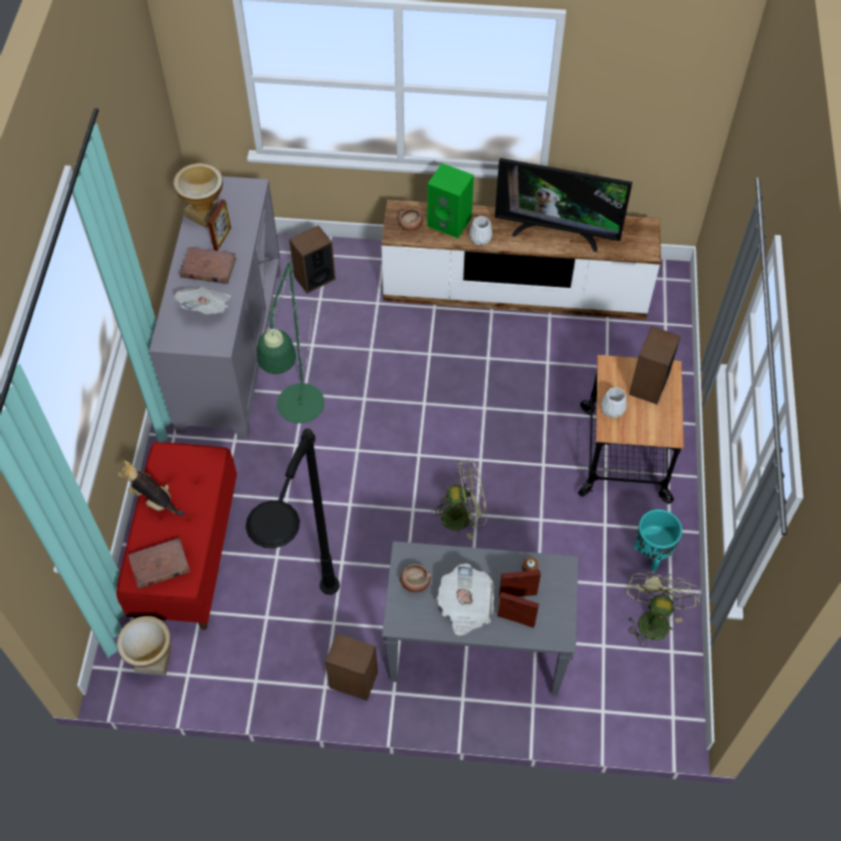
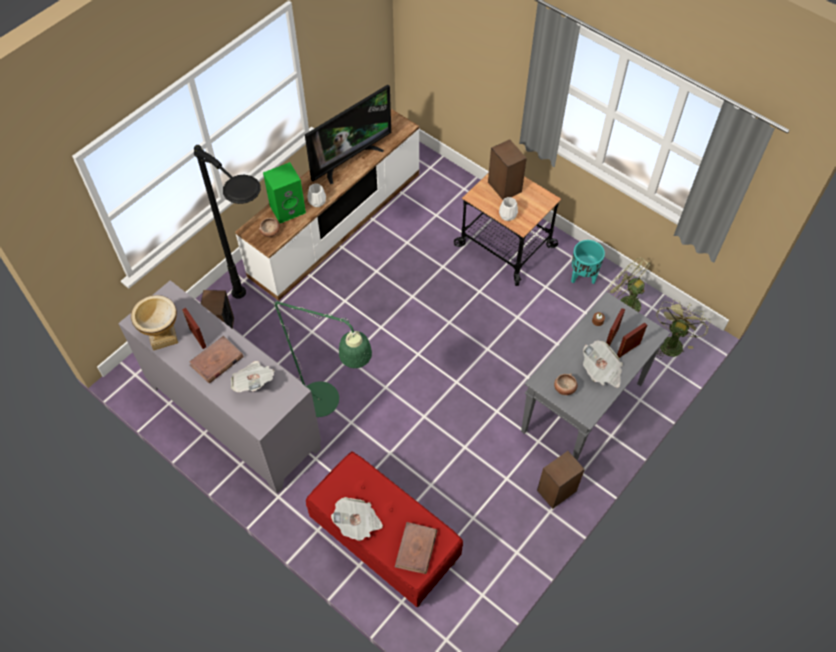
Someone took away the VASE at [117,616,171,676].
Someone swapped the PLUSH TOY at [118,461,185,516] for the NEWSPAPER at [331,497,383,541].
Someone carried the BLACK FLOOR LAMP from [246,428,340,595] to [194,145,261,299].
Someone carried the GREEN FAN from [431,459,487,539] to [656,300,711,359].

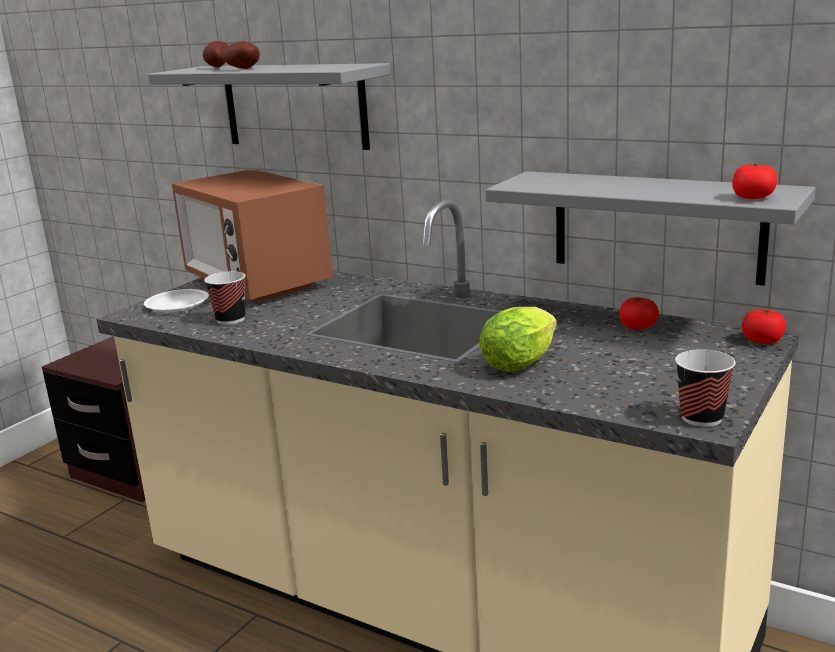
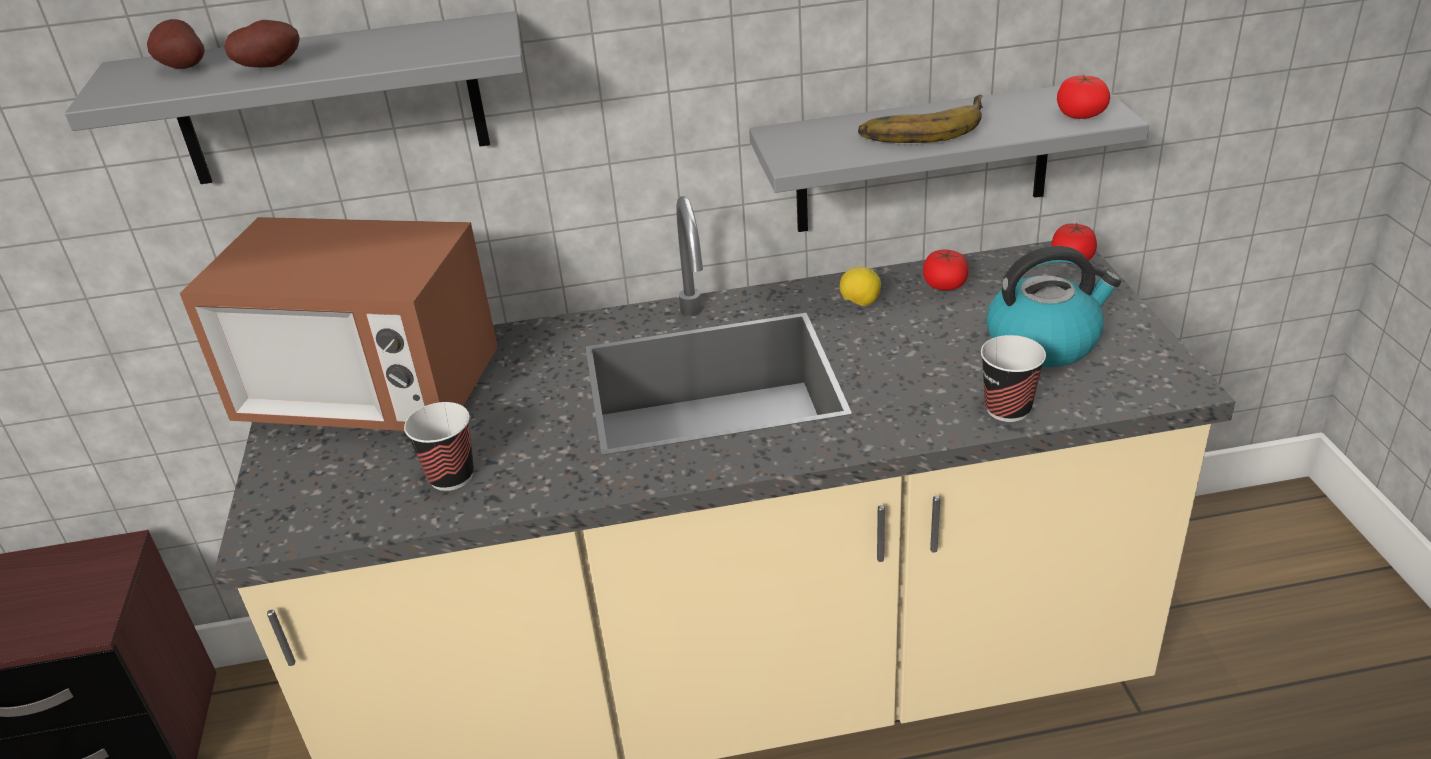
Someone took away the WHITE PLATE at [144,289,209,313].
Someone took away the LETTUCE at [479,307,557,371].
Someone carried the CUP from [675,349,736,427] to [981,335,1046,422].
Someone put down the LEMON at [840,267,881,306].
Someone put down the BANANA at [858,95,983,143].
Someone put down the KETTLE at [986,246,1121,367].

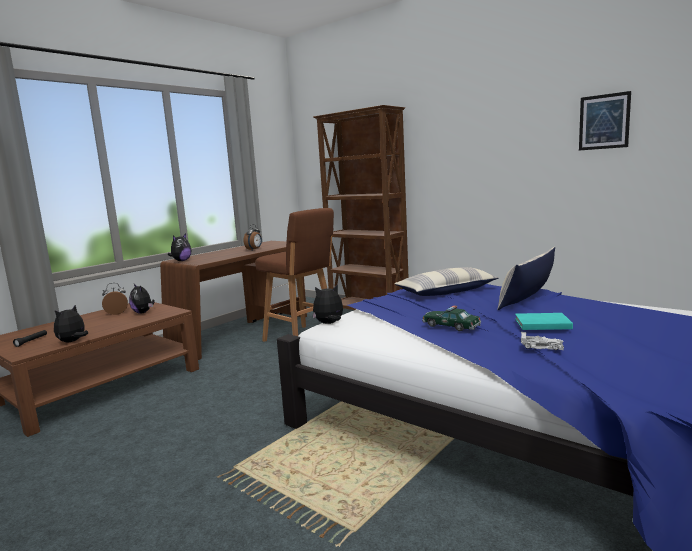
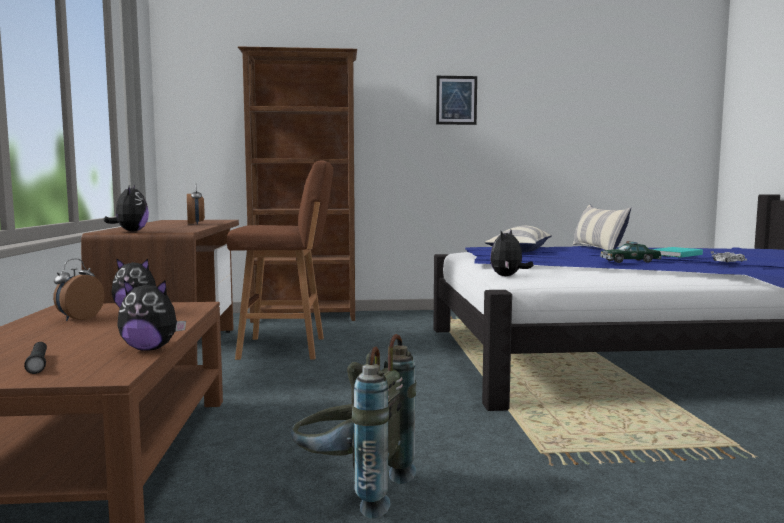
Someone rotated the PLUSH TOY at [54,305,88,343] by 75 degrees counterclockwise.
Someone carried the PICTURE from [579,91,631,150] to [436,76,477,125].
Someone put down the GREY BACKPACK at [291,334,417,519].

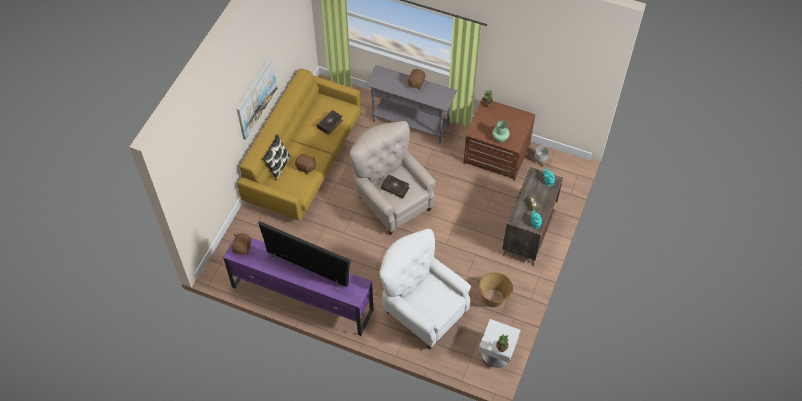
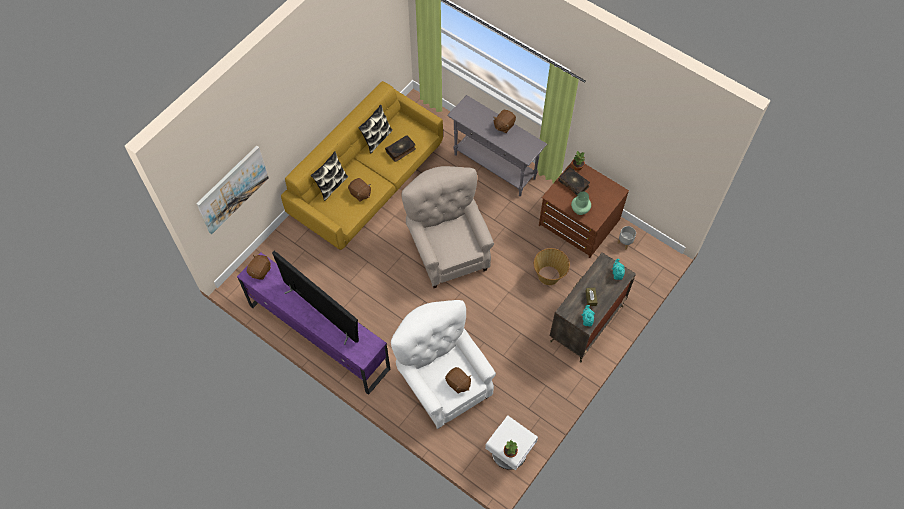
Someone carried the PICTURE from [237,57,277,140] to [196,146,269,234].
Someone carried the BOOK from [381,174,409,199] to [558,167,590,195].
Someone carried the BASKET from [479,272,513,307] to [534,248,570,285].
Someone put down the PILLOW at [358,105,393,154].
Someone put down the BROWN PLUSH TOY at [445,367,471,394].

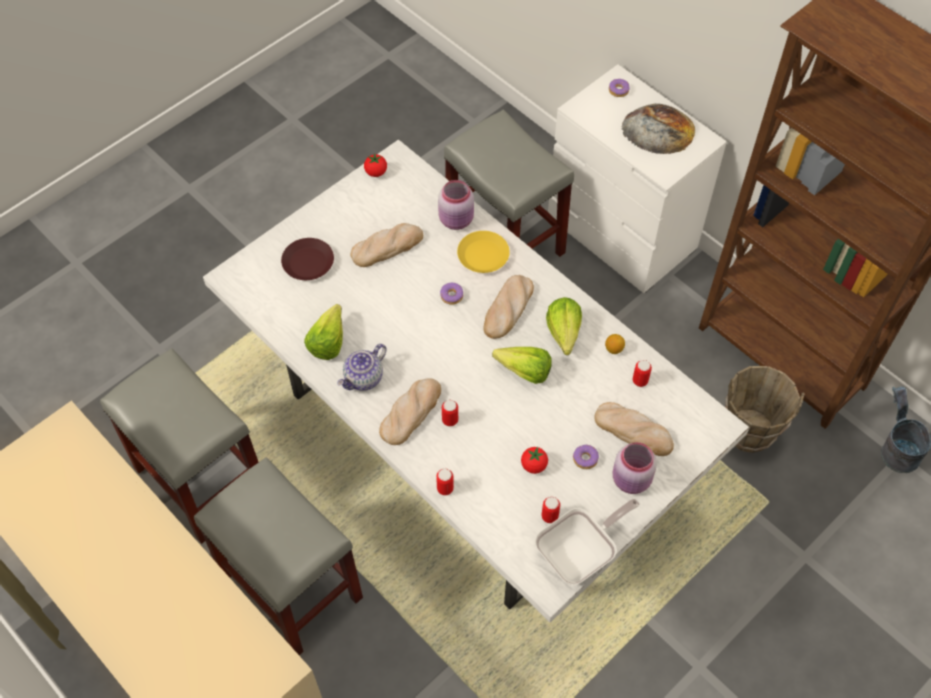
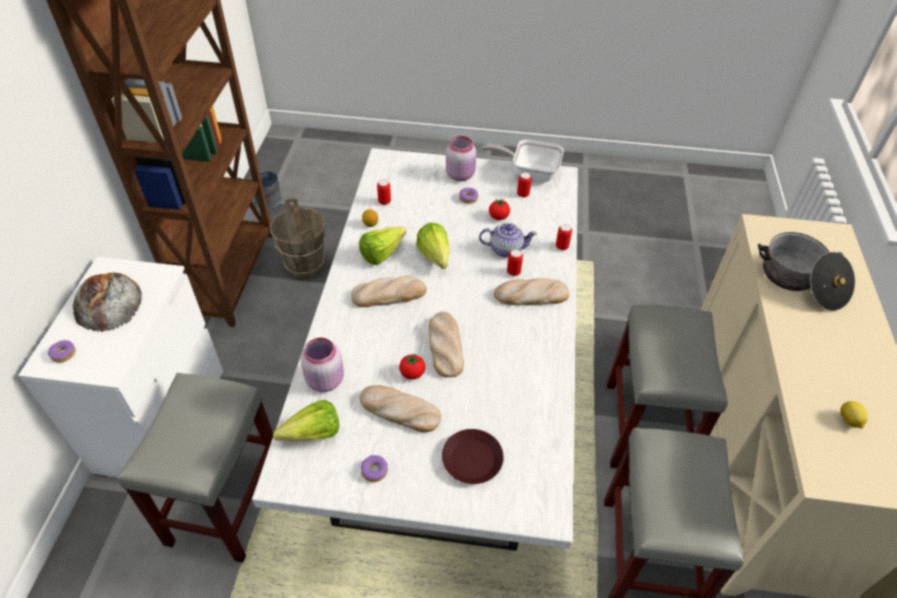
Someone carried the LETTUCE from [304,304,343,360] to [273,400,339,442].
Someone carried the TEAPOT from [337,344,387,391] to [479,223,537,258].
Someone carried the TOMATO from [364,153,387,177] to [399,353,425,380].
Someone carried the DONUT from [440,283,463,305] to [361,455,388,482].
Someone took away the YELLOW PLATE at [457,231,510,273].
Someone carried the BREAD from [594,402,674,456] to [429,312,464,377].
Someone put down the COOKING POT at [758,232,855,311].
Someone put down the LEMON at [840,401,868,429].

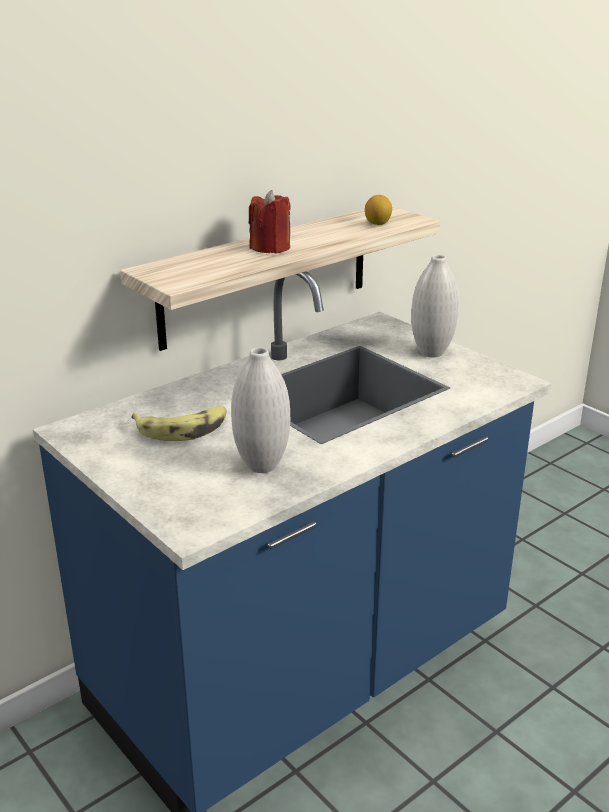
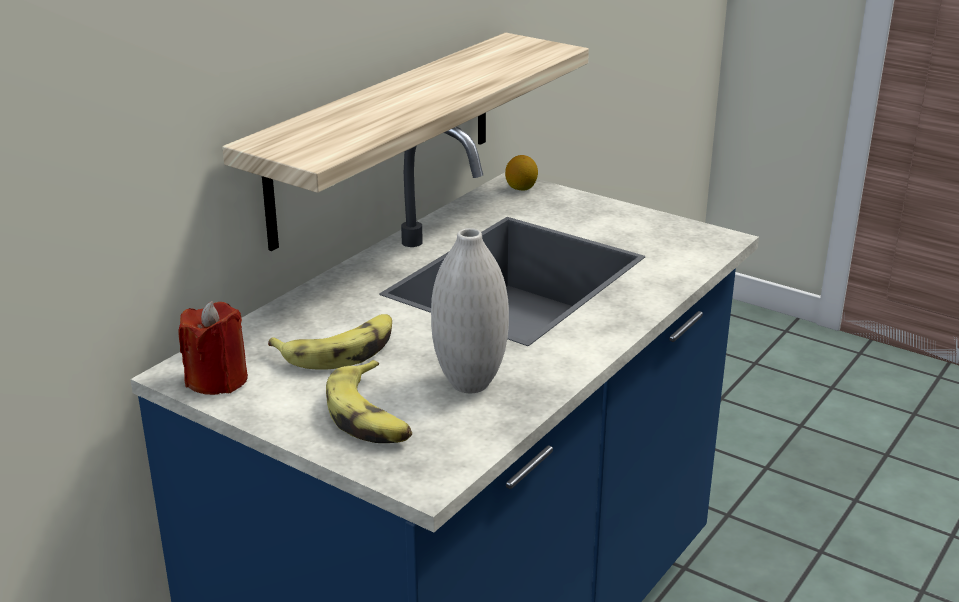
Someone carried the RED CANDLE from [249,190,291,254] to [178,301,248,395].
Someone carried the LEMON from [365,195,392,225] to [505,155,538,191].
Someone took away the WHITE VASE at [411,255,459,358].
Someone put down the BANANA at [326,360,412,443].

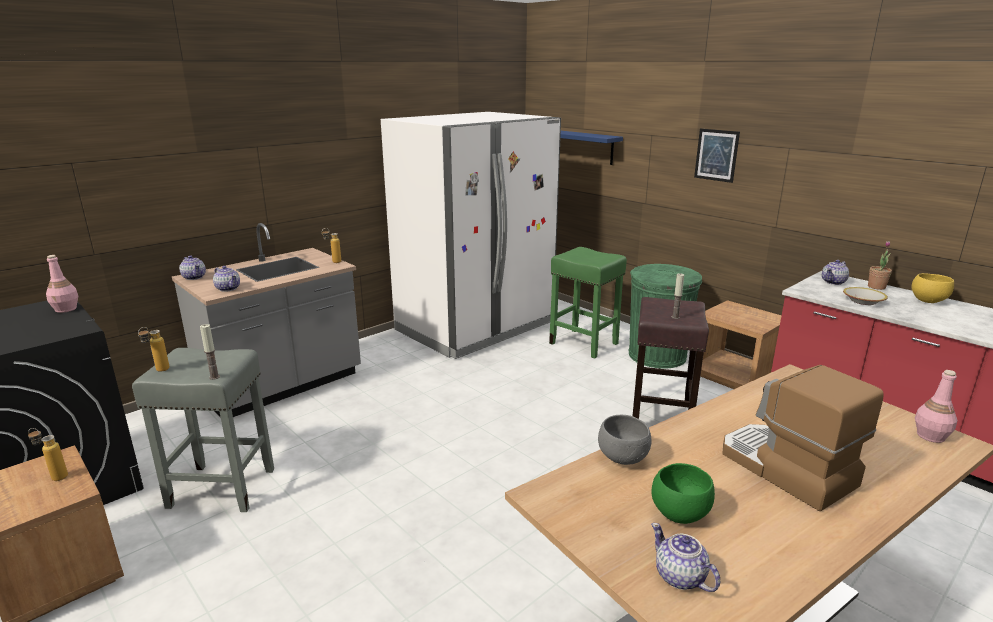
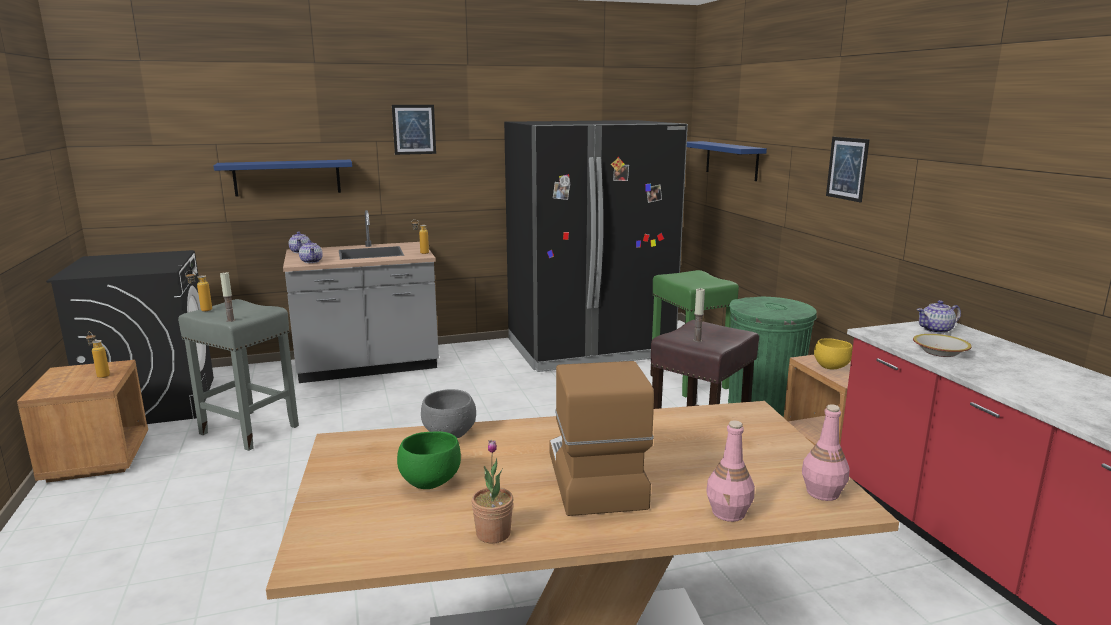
Someone carried the PINK BOTTLE from [46,255,78,313] to [706,420,755,522].
Someone repainted the WHITE FRIDGE at [381,112,561,359], which became the BLACK FRIDGE at [504,120,688,372].
Someone took away the TEAPOT at [651,523,720,592].
Someone carried the POTTED PLANT from [868,241,892,290] to [471,440,513,543].
Someone carried the YELLOW BOWL from [912,273,954,303] to [814,338,853,369].
Someone put up the BLUE SHELF at [214,160,352,197].
Someone put up the PICTURE at [392,105,436,155].

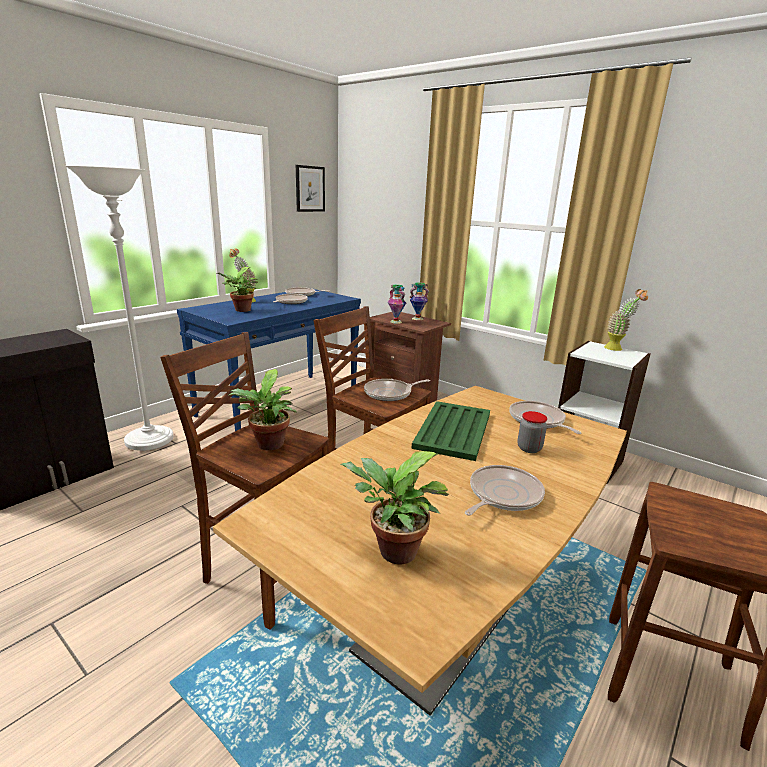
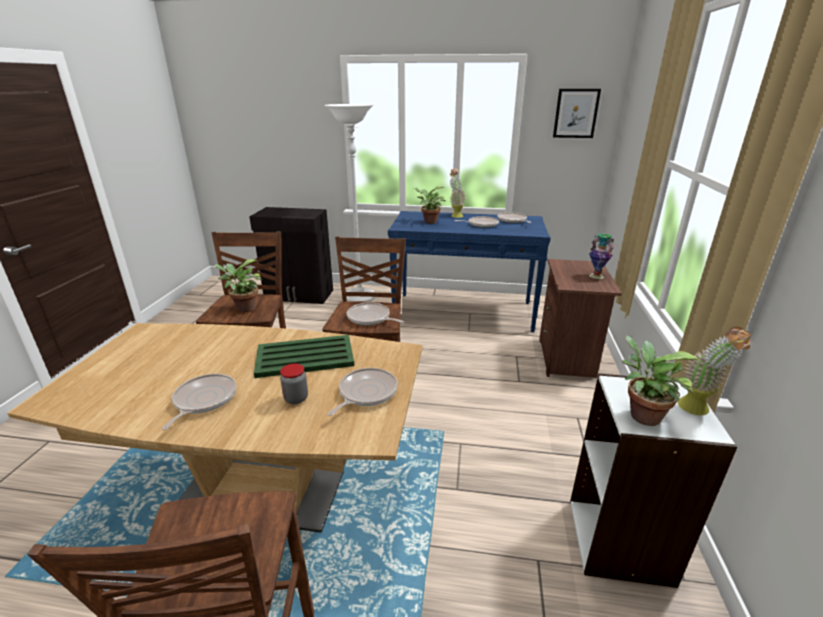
Someone carried the POTTED PLANT from [340,451,449,565] to [622,335,700,426].
Someone took away the VASE at [388,284,406,324].
Someone rotated the FRYING PAN at [465,465,545,516] by 90 degrees counterclockwise.

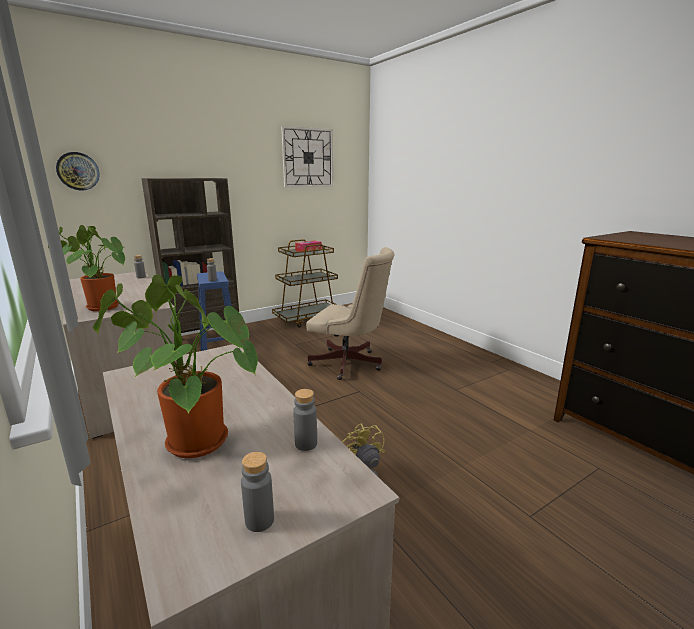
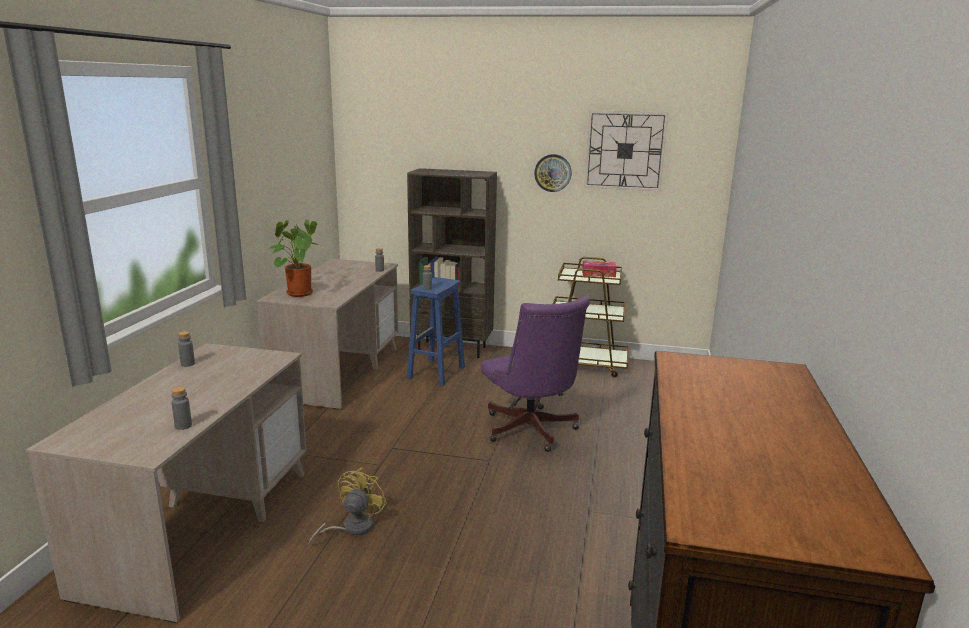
Someone carried the WALL CLOCK from [56,152,100,190] to [534,154,572,192].
Someone took away the POTTED PLANT at [93,274,258,458].
Someone carried the GREY BOTTLE from [241,452,274,532] to [178,331,195,367].
Someone repainted the BEIGE OFFICE CHAIR at [306,247,395,380], which became the PURPLE OFFICE CHAIR at [481,296,590,452].

